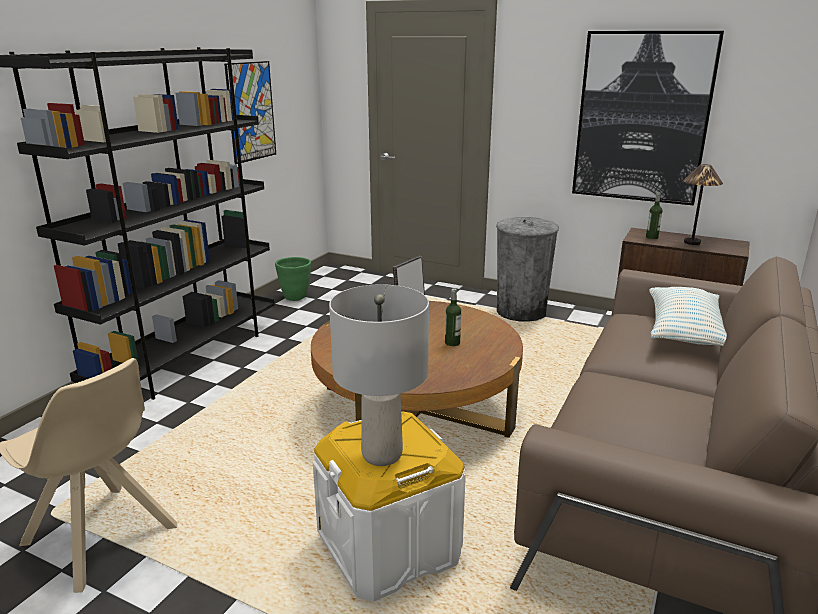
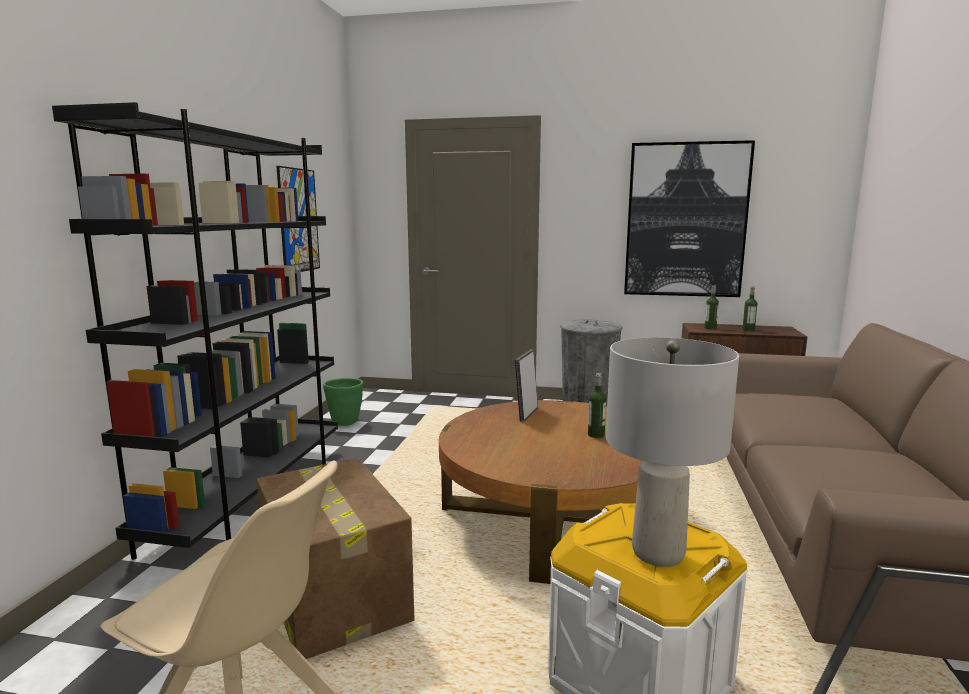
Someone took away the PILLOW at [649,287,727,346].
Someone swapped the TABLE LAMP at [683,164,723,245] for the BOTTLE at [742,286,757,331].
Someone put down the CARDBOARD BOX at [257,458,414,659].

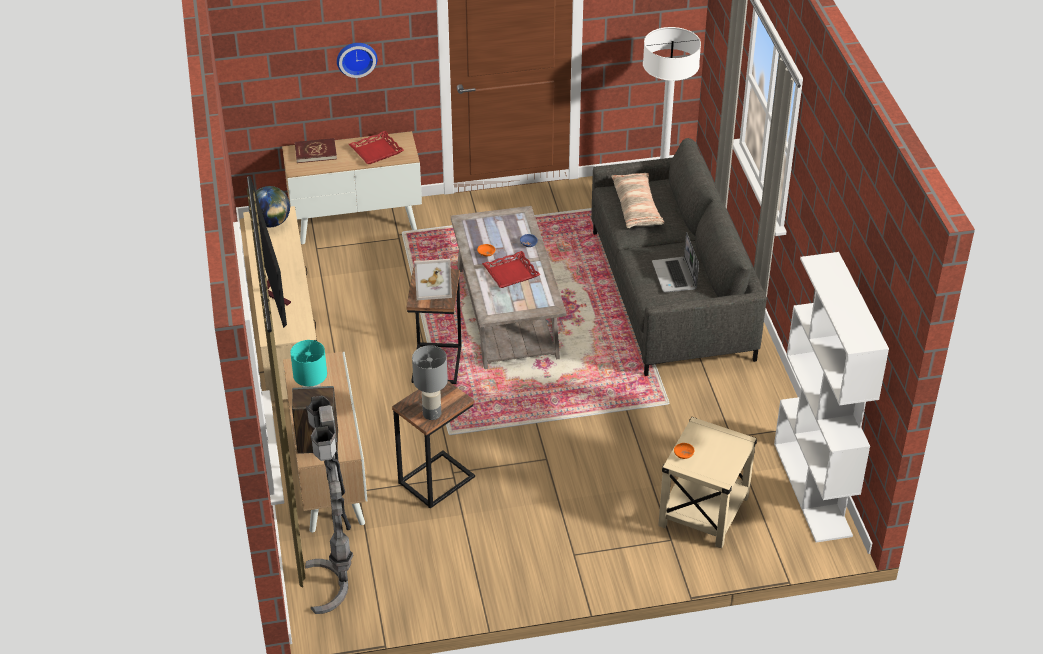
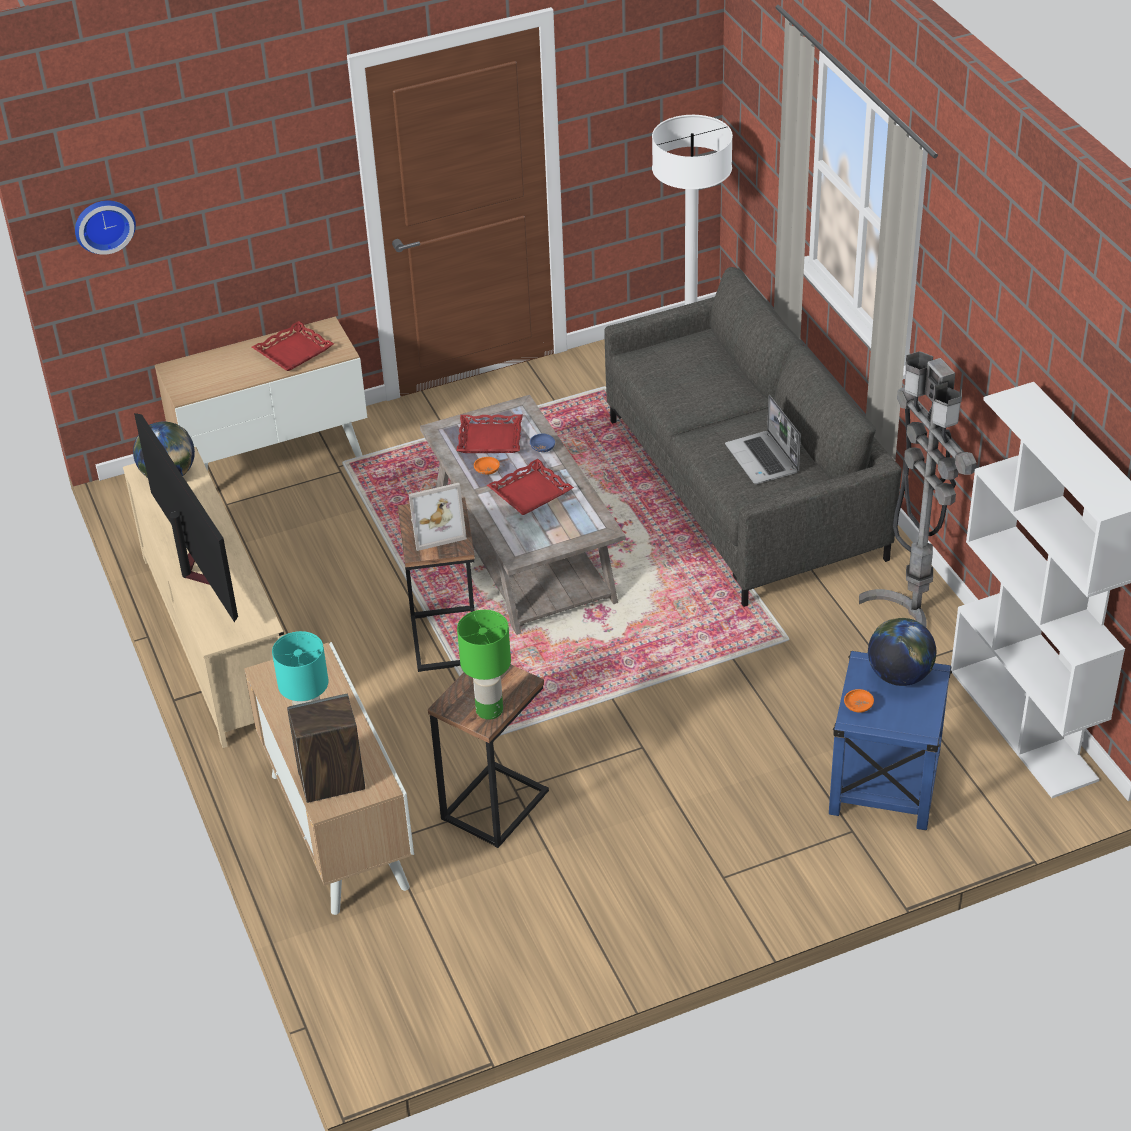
Someone took away the RED BOOK at [295,138,337,163].
Someone carried the GREY FLOOR LAMP from [305,396,353,614] to [859,351,977,627].
Someone carried the WALL CLOCK from [337,43,378,78] to [75,200,136,255].
Someone repainted the GREY TABLE LAMP at [412,345,448,420], which became the GREEN TABLE LAMP at [457,610,511,720].
Someone took away the PILLOW at [611,173,664,228].
Someone repainted the BEIGE SIDE TABLE at [658,417,757,548], which became the BLUE SIDE TABLE at [829,651,952,830].
Someone put down the RED TRAY at [456,414,523,453].
Someone put down the GLOBE at [868,618,936,686].

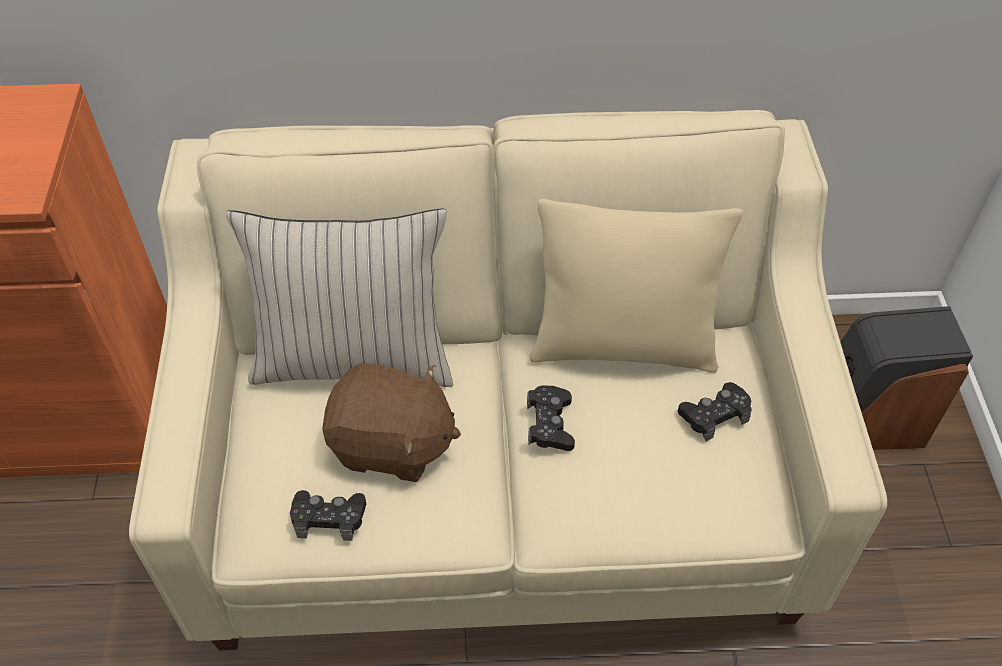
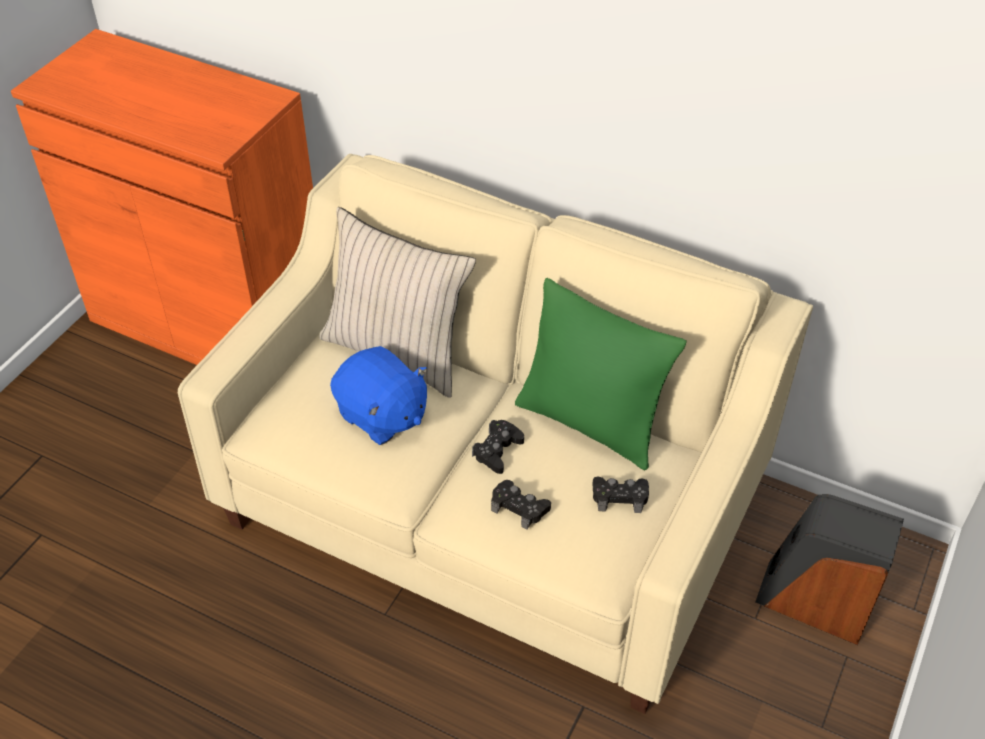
Someone carried the BLACK GAME CONTROLLER from [290,490,366,541] to [491,480,551,530].
Someone repainted the BROWN PLUSH TOY at [322,363,461,482], which became the BLUE PLUSH TOY at [330,346,427,445].
Someone repainted the BEIGE PILLOW at [529,199,743,373], which became the GREEN PILLOW at [515,278,687,470].

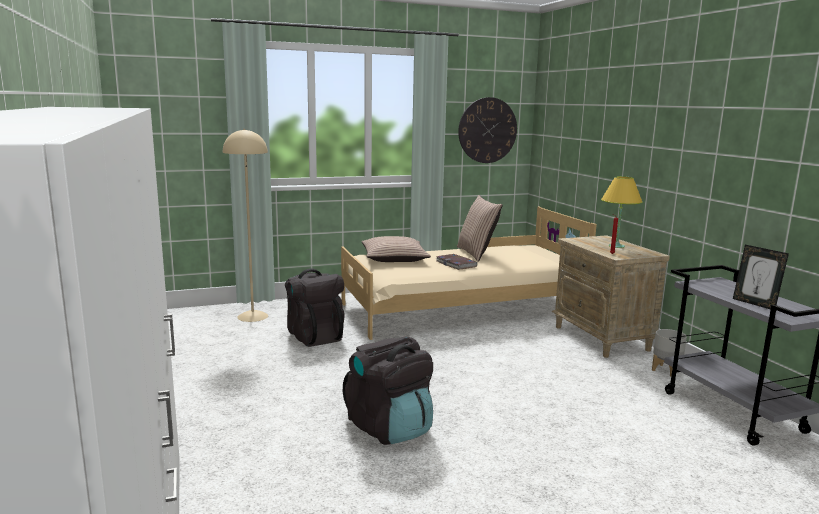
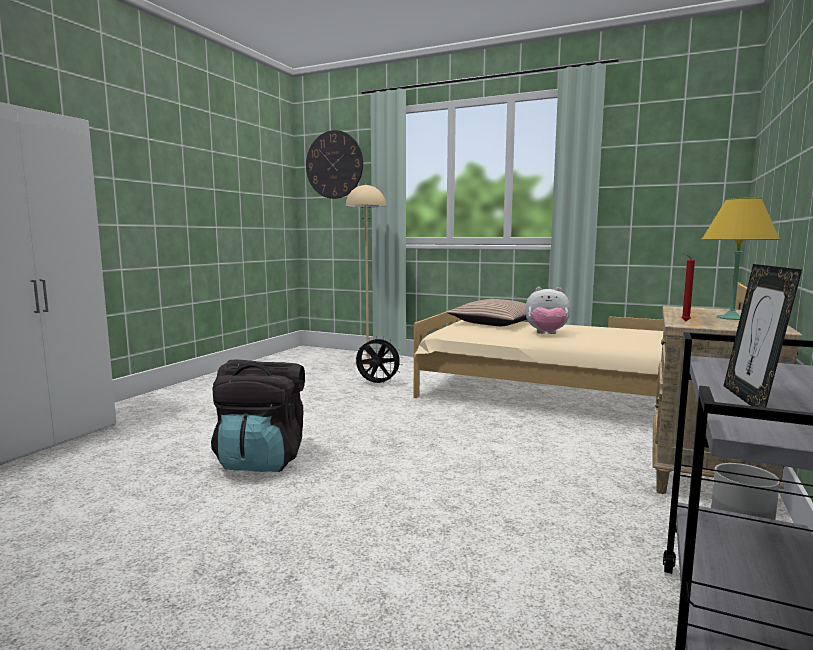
Someone swapped the BLACK BACKPACK at [285,268,345,347] for the BLACK FAN at [356,336,403,383].
Someone swapped the BOOK at [436,254,477,270] for the PLUSH TOY at [525,287,570,334].
Someone took away the PILLOW at [457,195,503,262].
Someone carried the WALL CLOCK from [458,97,517,163] to [306,130,363,199].

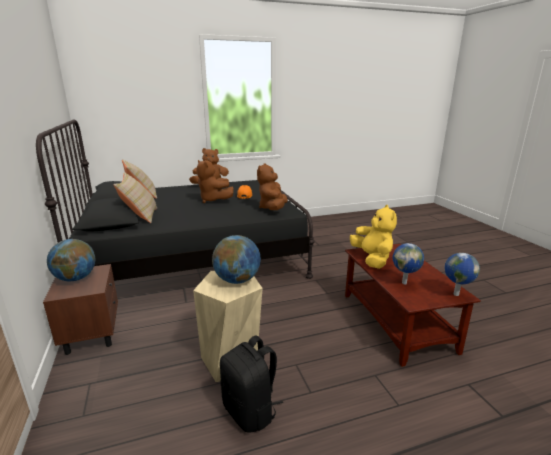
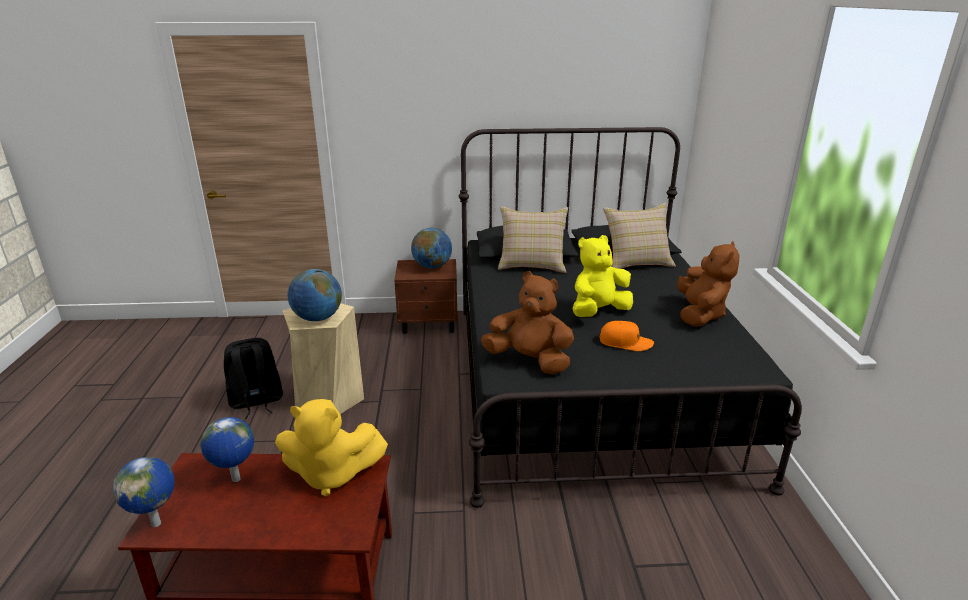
Someone repainted the BROWN PLUSH TOY at [197,160,234,203], which became the YELLOW PLUSH TOY at [573,235,633,317].

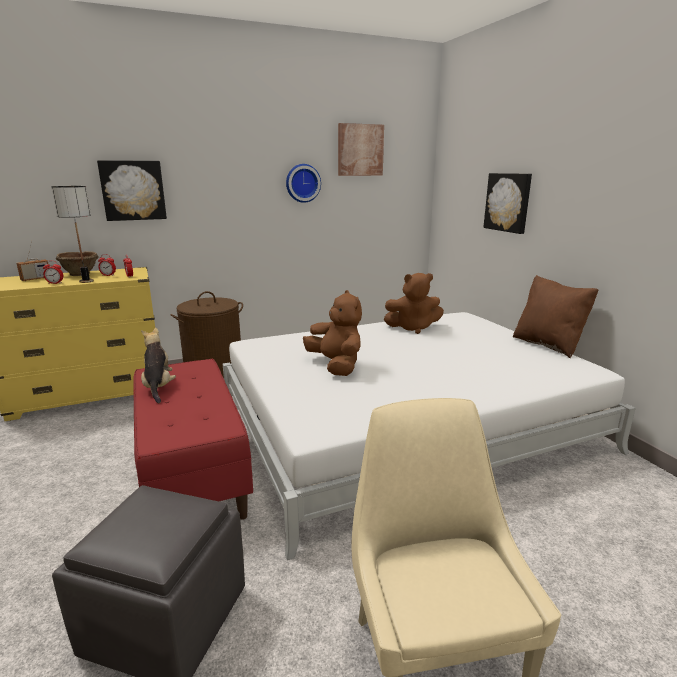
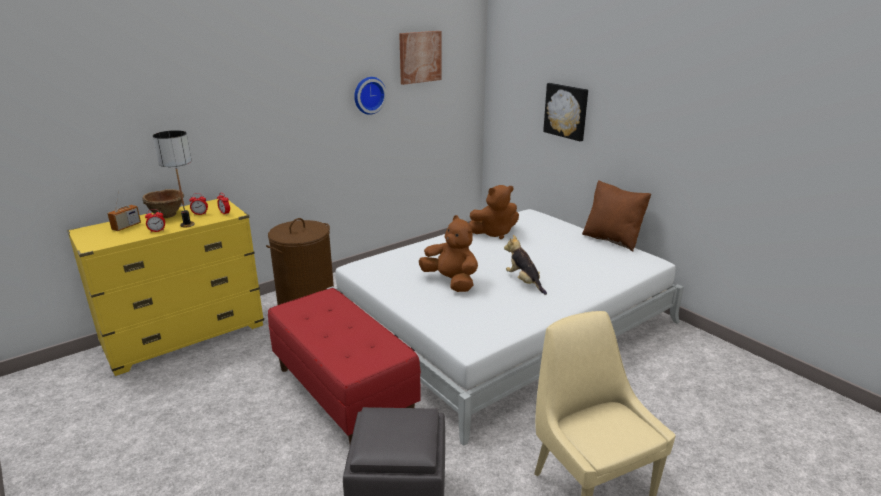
Someone took away the PICTURE at [97,160,167,221].
Someone carried the PLUSH TOY from [141,328,176,403] to [504,235,547,295].

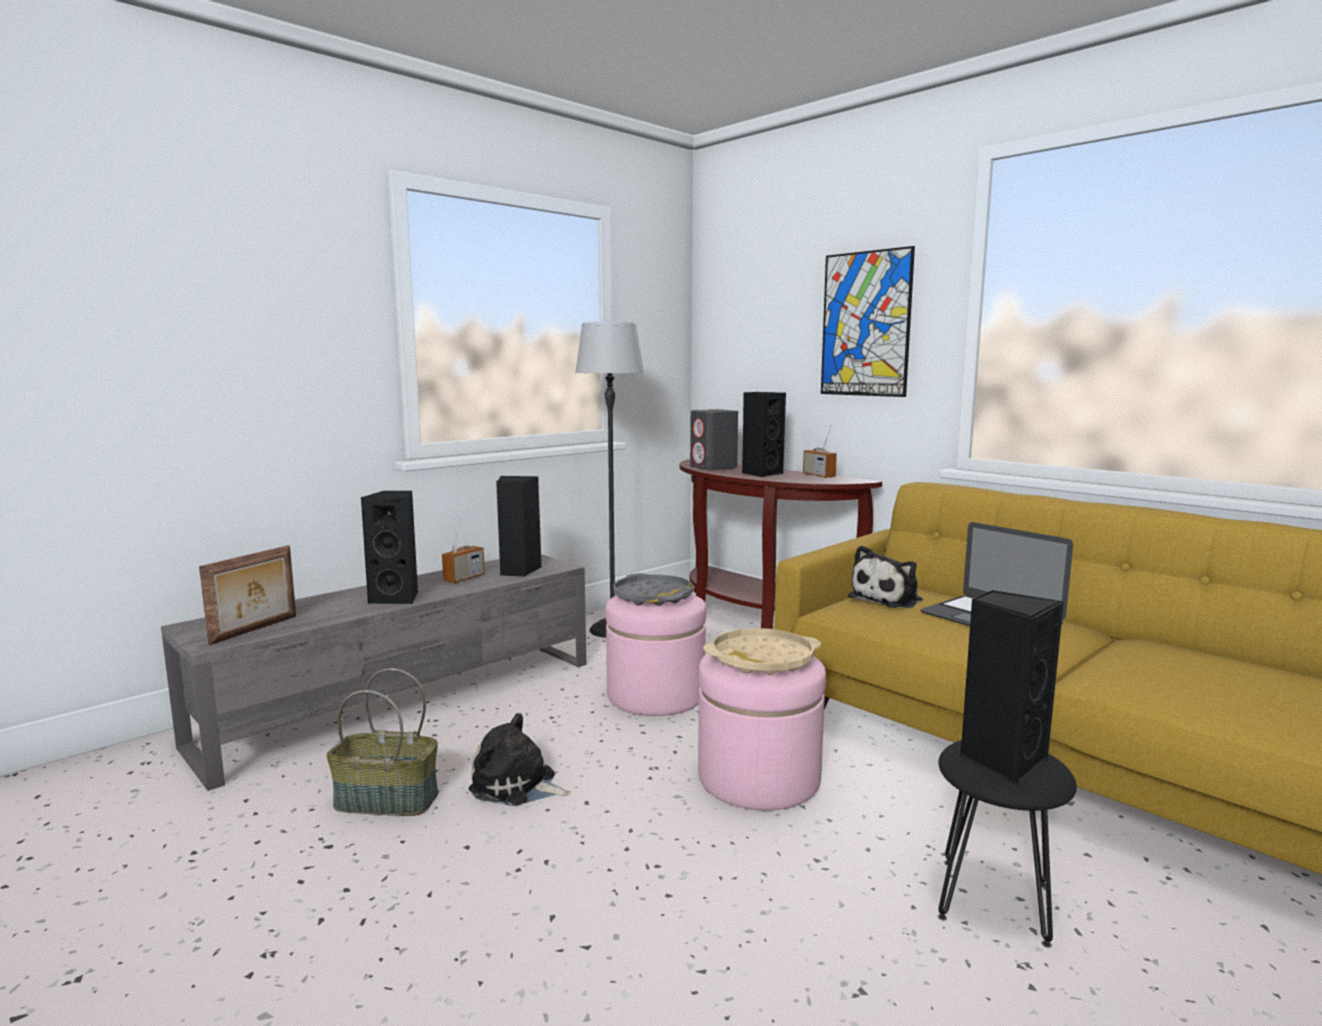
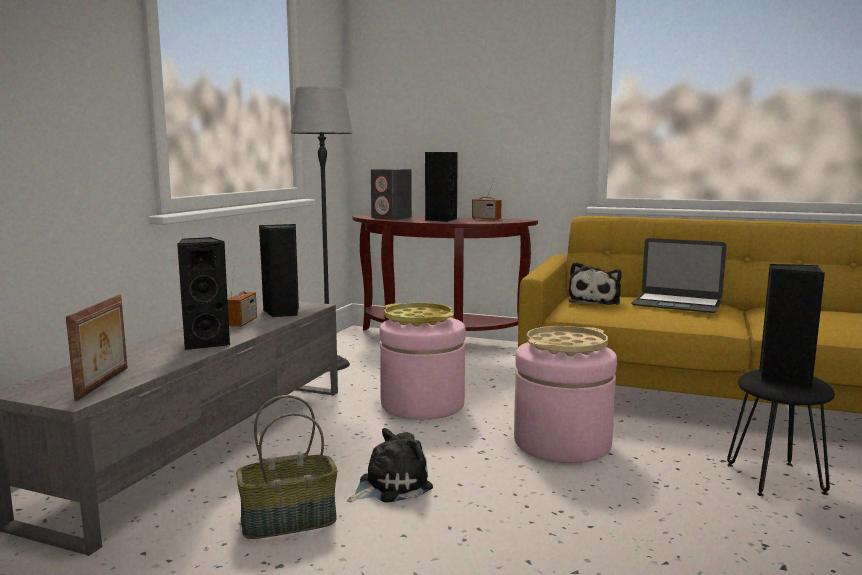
Someone rotated the PLUSH TOY at [469,713,571,806] by 150 degrees clockwise.
Someone repainted the GREY TRAY at [613,573,694,606], which became the YELLOW TRAY at [384,303,454,327].
Someone took away the PICTURE at [821,246,915,397].

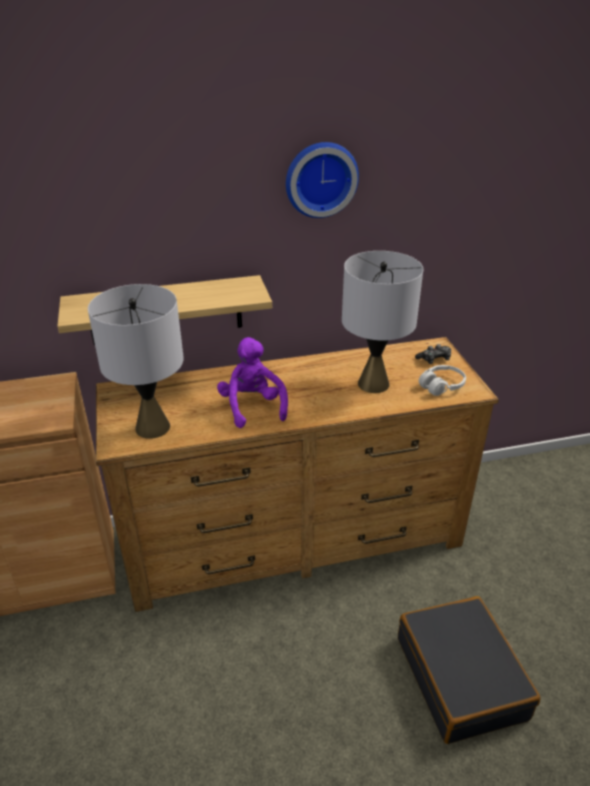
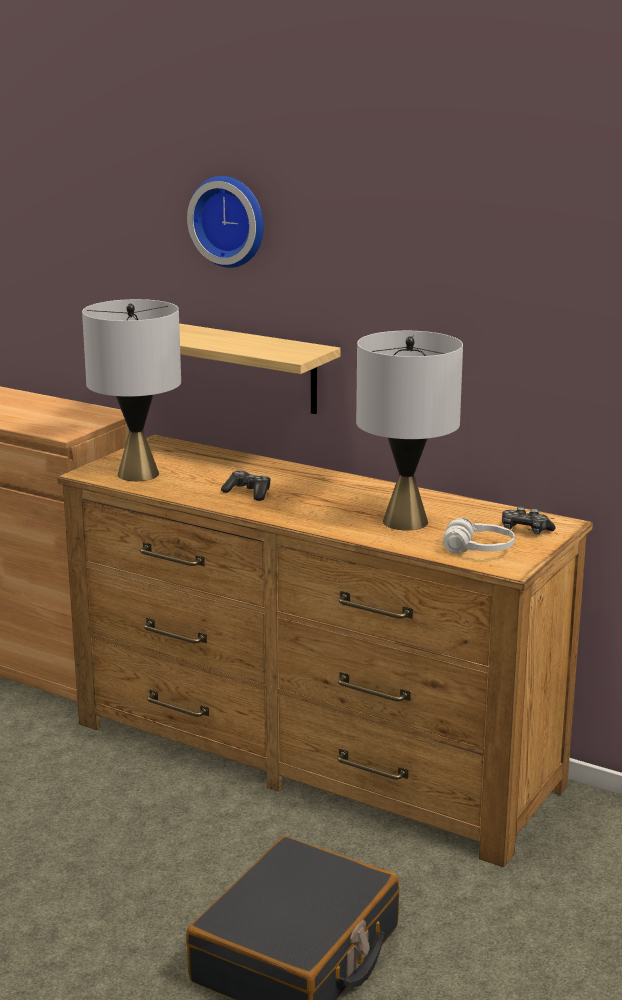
Someone swapped the PURPLE PLUSH TOY at [217,337,288,428] for the GAME CONTROLLER at [221,471,271,501].
Someone carried the WALL CLOCK from [286,142,359,218] to [187,176,264,268].

